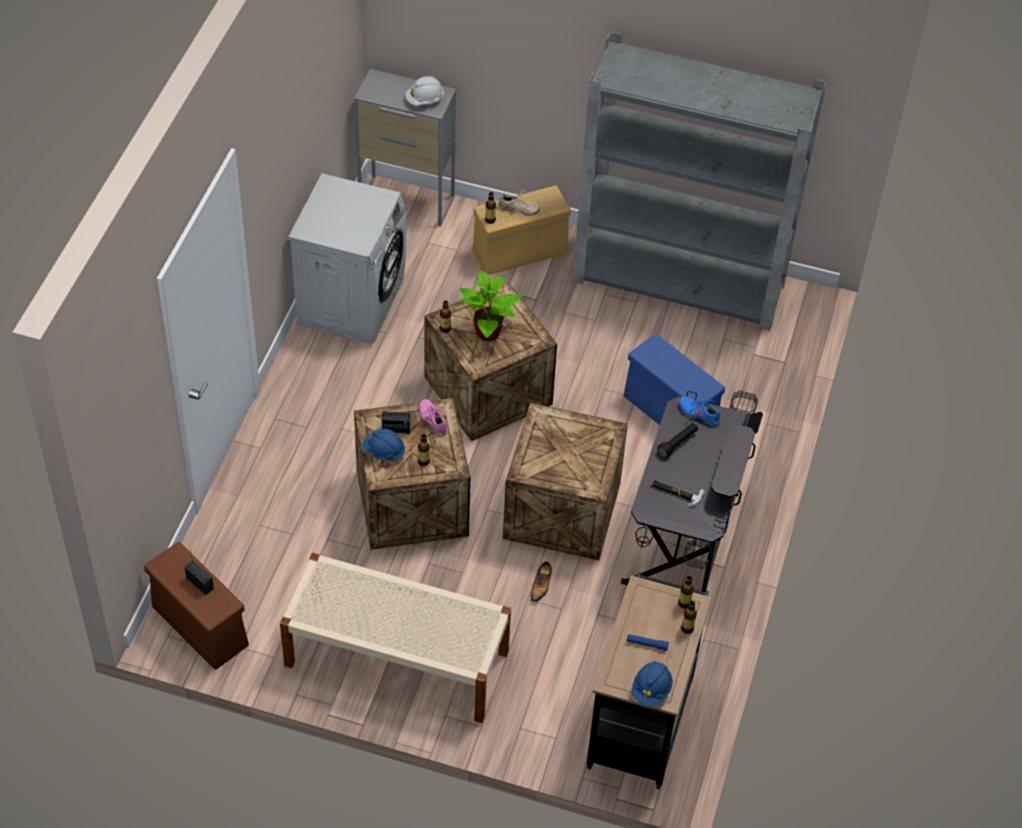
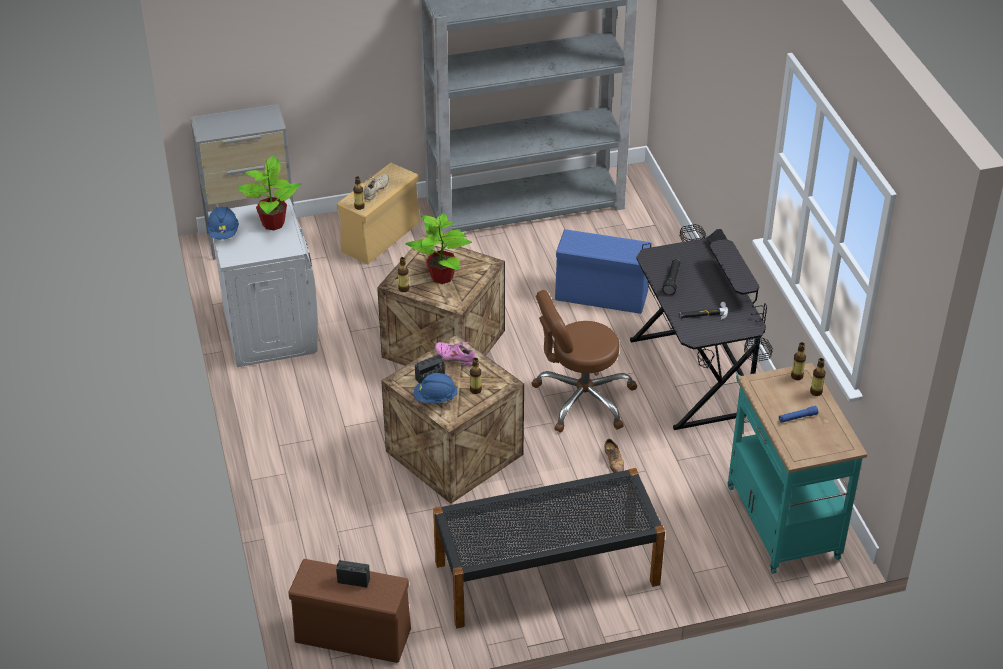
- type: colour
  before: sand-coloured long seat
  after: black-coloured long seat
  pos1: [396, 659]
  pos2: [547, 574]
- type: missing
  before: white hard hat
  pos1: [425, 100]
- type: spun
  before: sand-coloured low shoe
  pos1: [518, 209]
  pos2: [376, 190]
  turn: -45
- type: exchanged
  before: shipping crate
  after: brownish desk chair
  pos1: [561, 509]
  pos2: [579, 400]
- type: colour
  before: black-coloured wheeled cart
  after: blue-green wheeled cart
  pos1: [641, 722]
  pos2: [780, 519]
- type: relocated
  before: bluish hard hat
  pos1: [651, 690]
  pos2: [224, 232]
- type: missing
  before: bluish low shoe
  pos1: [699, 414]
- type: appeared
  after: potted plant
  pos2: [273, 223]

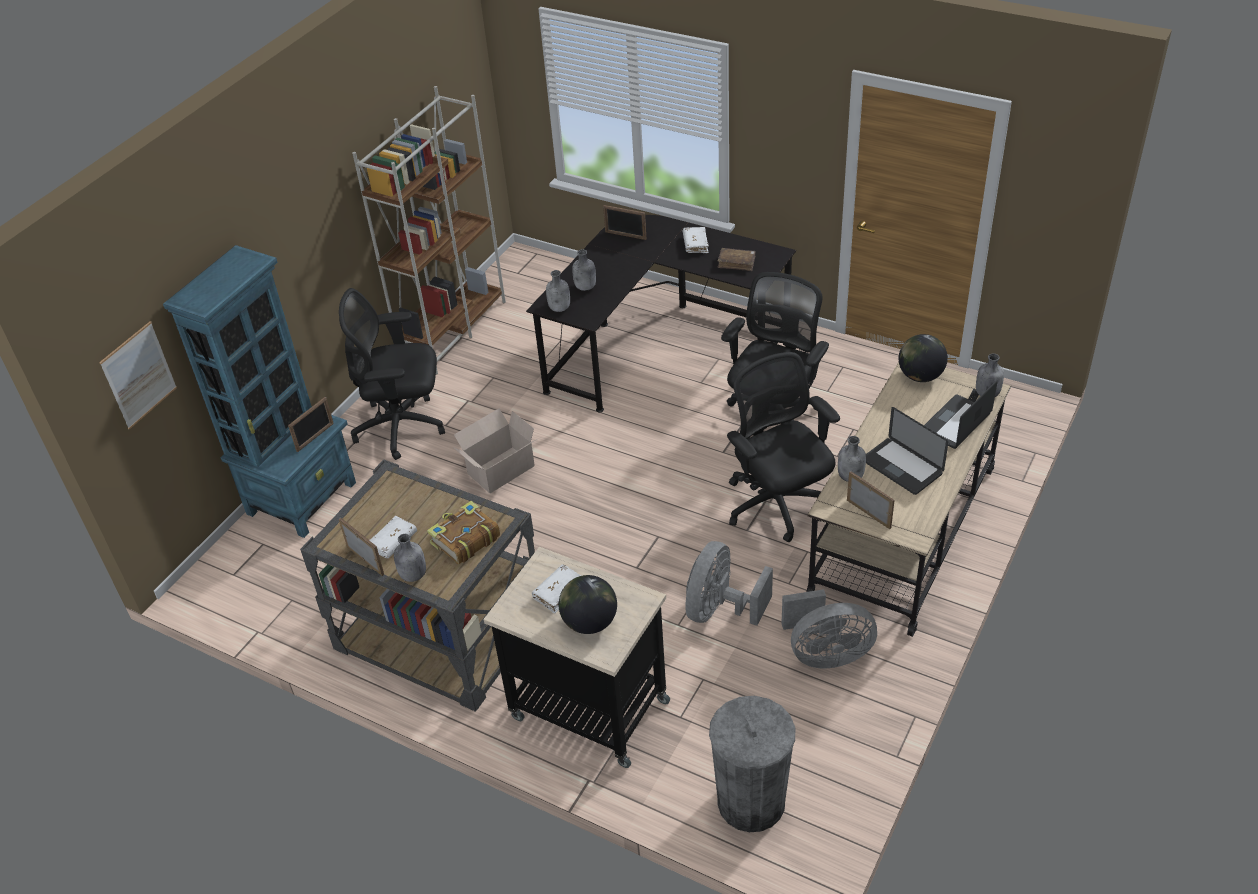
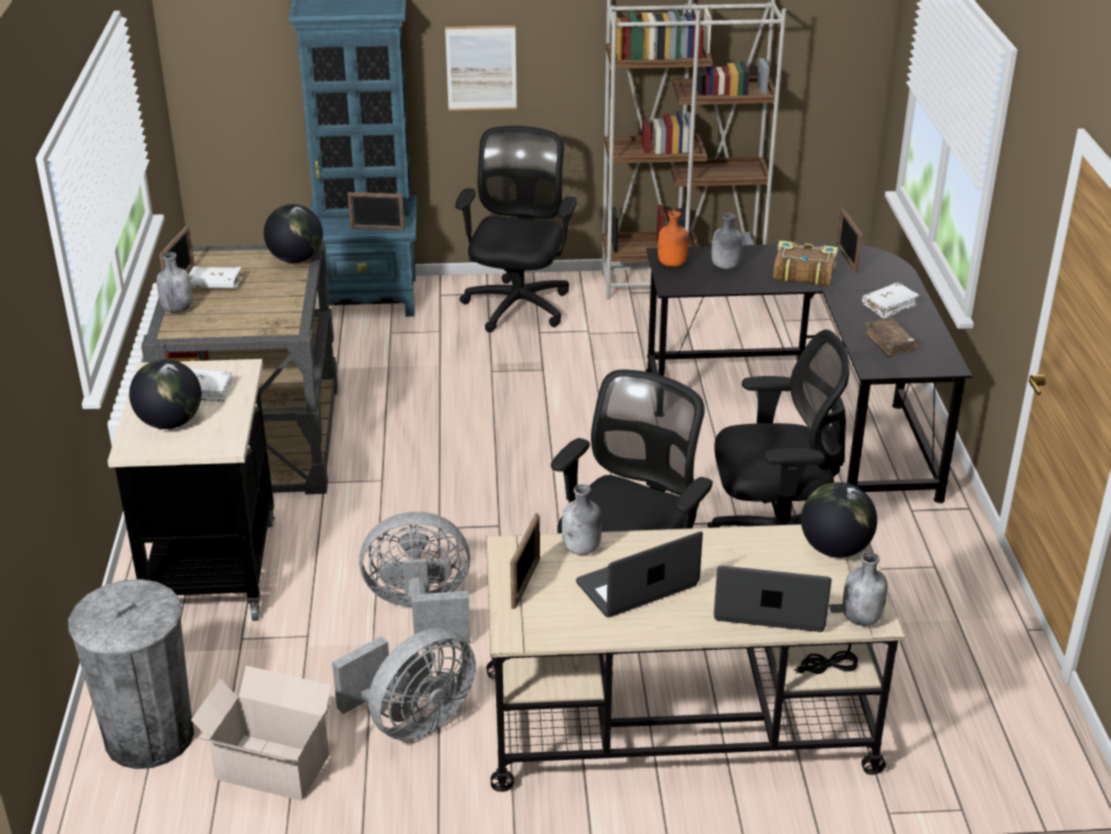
- type: relocated
  before: wall art
  pos1: [139, 375]
  pos2: [481, 68]
- type: spun
  before: black-coloured desk chair
  pos1: [405, 424]
  pos2: [518, 310]
  turn: 45
- type: relocated
  before: bound book
  pos1: [464, 540]
  pos2: [803, 273]
- type: relocated
  before: carton
  pos1: [499, 470]
  pos2: [270, 766]
- type: colour
  before: gray drink bottle
  after: orangey drink bottle
  pos1: [560, 308]
  pos2: [672, 264]
- type: spun
  before: gray cooling fan
  pos1: [825, 654]
  pos2: [412, 721]
  turn: -90
- type: spun
  before: notebook computer
  pos1: [901, 467]
  pos2: [637, 585]
  turn: 45
- type: appeared
  after: world globe
  pos2: [296, 259]

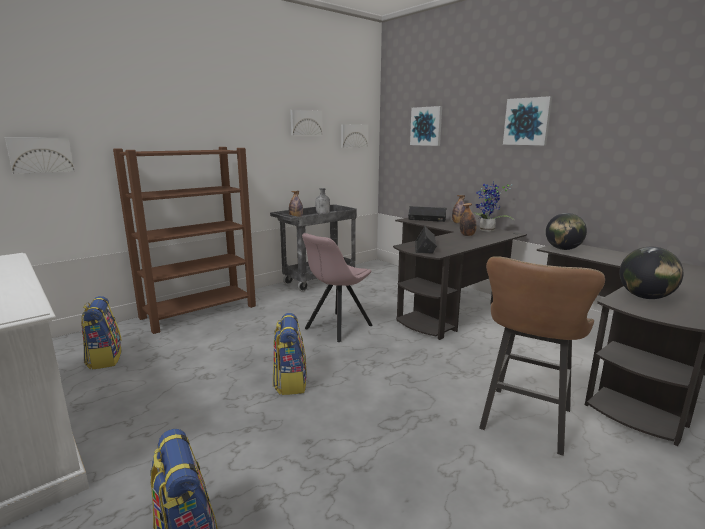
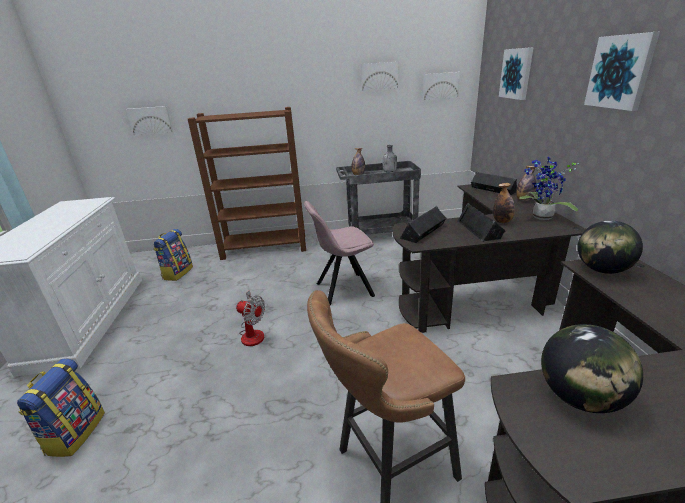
- type: exchanged
  before: rucksack
  after: cooling fan
  pos1: [290, 382]
  pos2: [253, 332]
- type: appeared
  after: black-coloured audio speaker
  pos2: [480, 229]

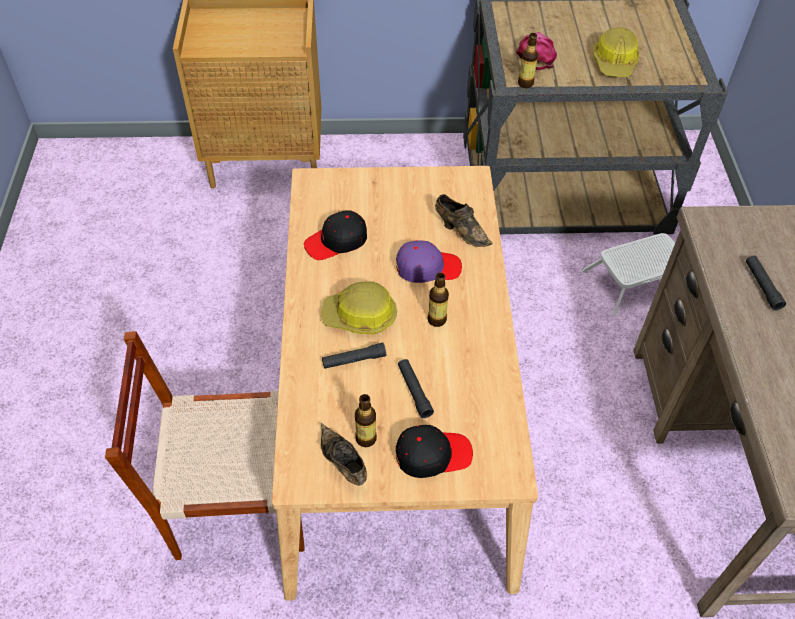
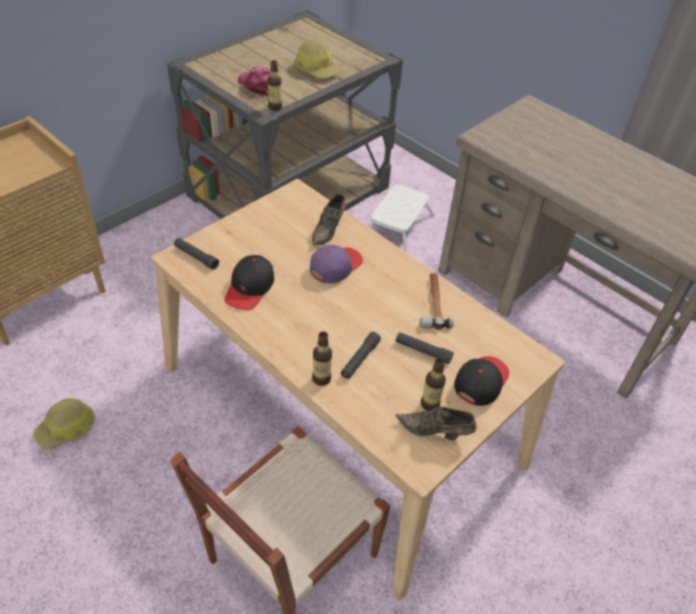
- type: relocated
  before: hard hat
  pos1: [360, 316]
  pos2: [67, 428]
- type: relocated
  before: drink bottle
  pos1: [437, 320]
  pos2: [321, 378]
- type: spun
  before: brownish low shoe
  pos1: [461, 231]
  pos2: [329, 230]
  turn: 120
- type: relocated
  before: black-coloured hand torch
  pos1: [762, 286]
  pos2: [196, 257]
- type: appeared
  after: hand hammer
  pos2: [433, 303]

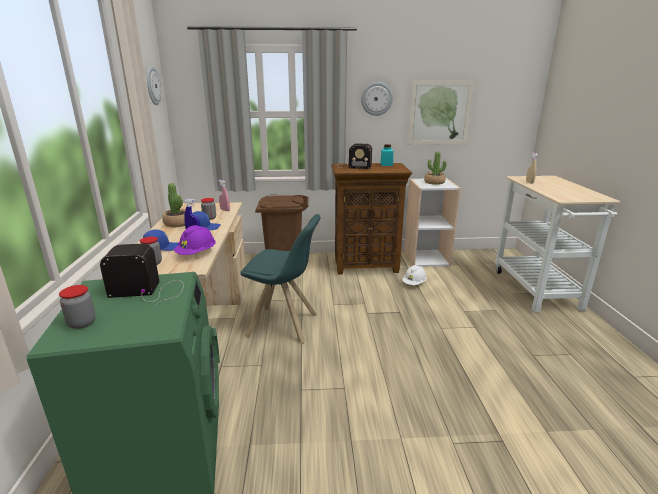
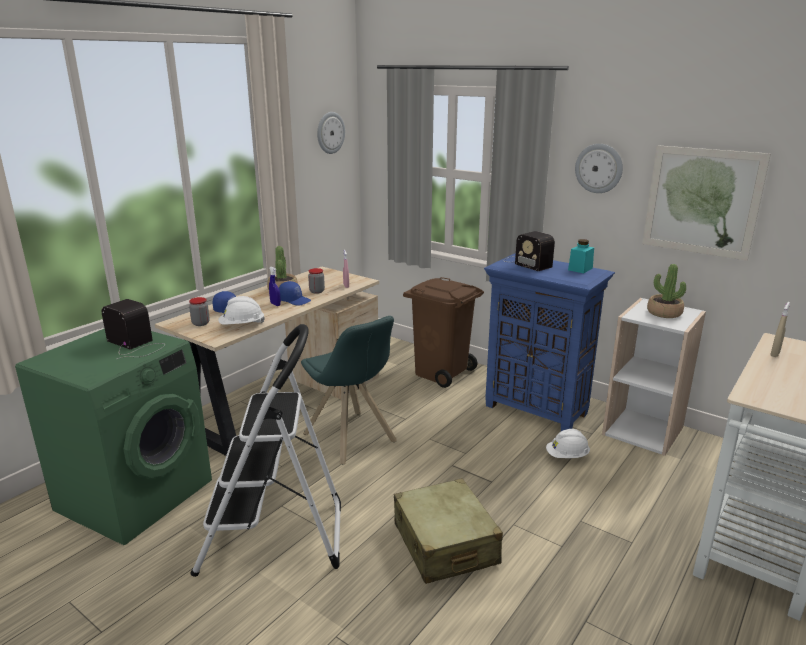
- type: missing
  before: jar
  pos1: [82, 323]
- type: colour
  before: purple-coloured hard hat
  after: white hard hat
  pos1: [197, 254]
  pos2: [242, 326]
- type: colour
  before: brownish cabinet
  after: bluish cabinet
  pos1: [366, 266]
  pos2: [537, 410]
- type: appeared
  after: step stool
  pos2: [276, 538]
- type: appeared
  after: sand-coloured suitcase
  pos2: [445, 544]

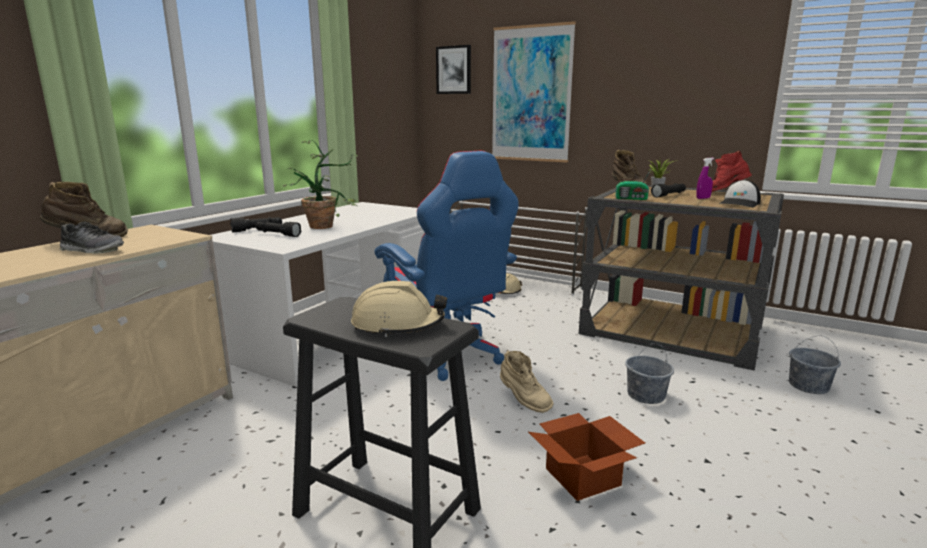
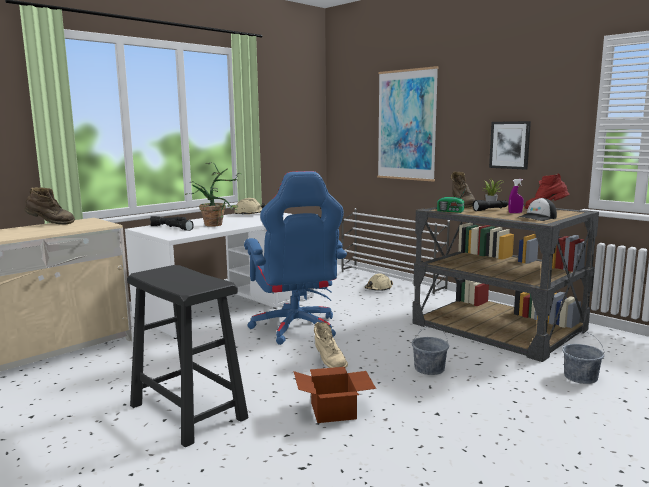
- type: missing
  before: low shoe
  pos1: [92, 250]
- type: relocated
  before: sand-coloured hard hat
  pos1: [397, 325]
  pos2: [250, 214]
- type: relocated
  before: wall art
  pos1: [454, 70]
  pos2: [510, 145]

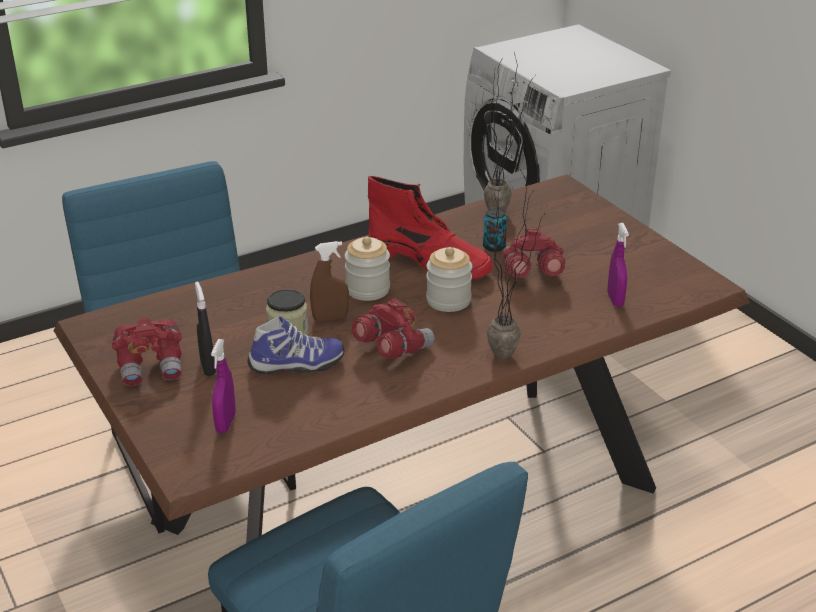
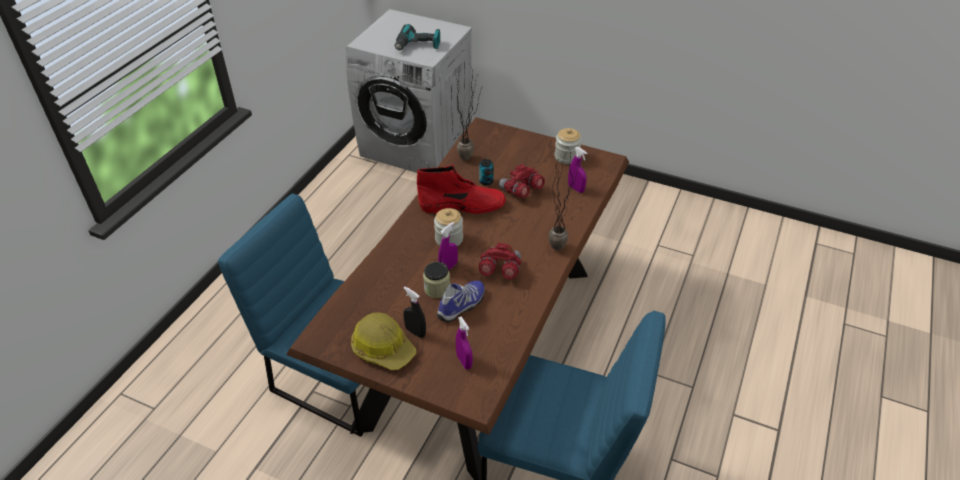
- type: exchanged
  before: reddish binoculars
  after: hard hat
  pos1: [151, 366]
  pos2: [383, 348]
- type: colour
  before: brownish sprayer
  after: purple-coloured sprayer
  pos1: [330, 318]
  pos2: [448, 267]
- type: relocated
  before: jar
  pos1: [448, 300]
  pos2: [566, 157]
- type: appeared
  after: drill
  pos2: [418, 46]

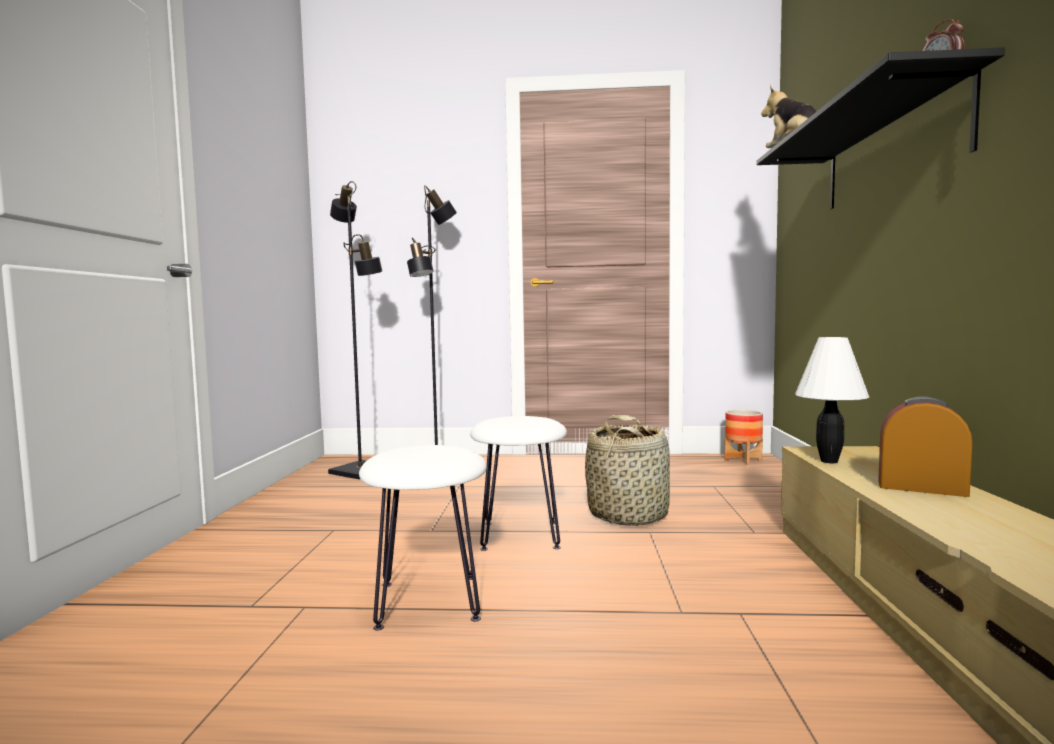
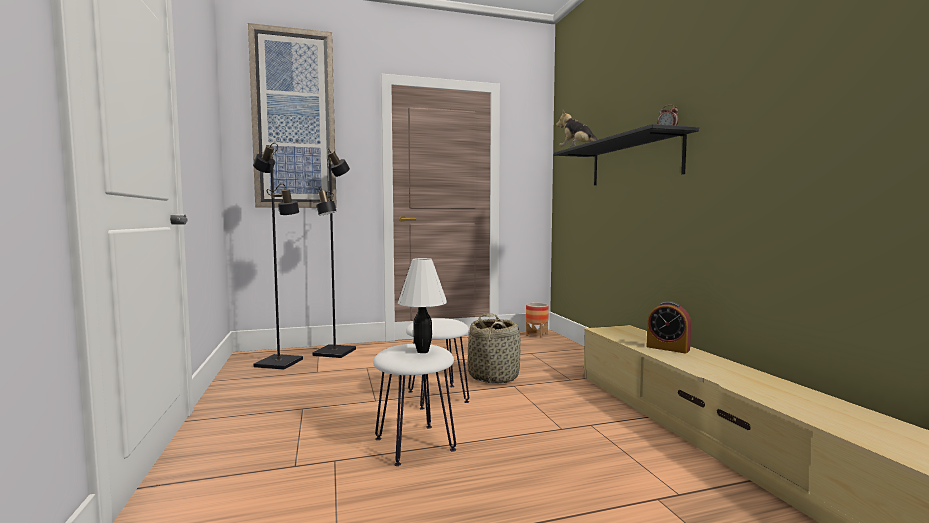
- type: relocated
  before: white table lamp
  pos1: [828, 461]
  pos2: [422, 351]
- type: spun
  before: bedside clock
  pos1: [921, 488]
  pos2: [667, 348]
  turn: -150
- type: appeared
  after: wall art
  pos2: [294, 120]

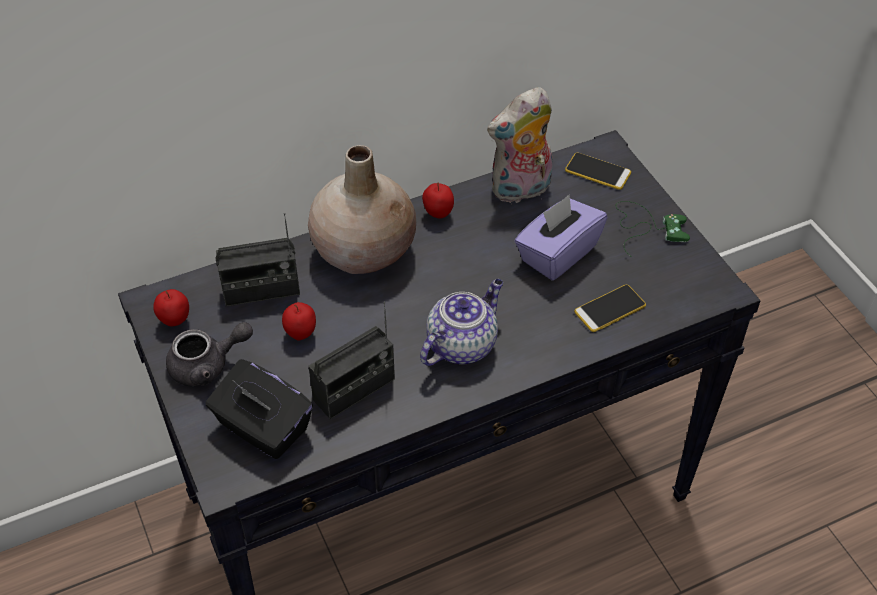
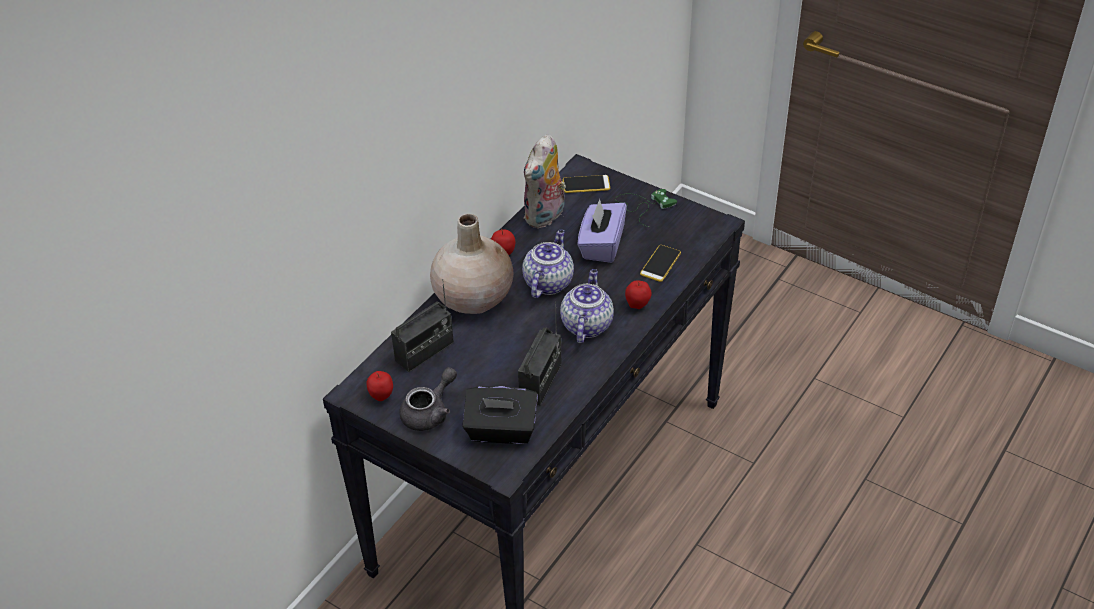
- type: relocated
  before: apple
  pos1: [301, 335]
  pos2: [637, 305]
- type: appeared
  after: teapot
  pos2: [548, 282]

